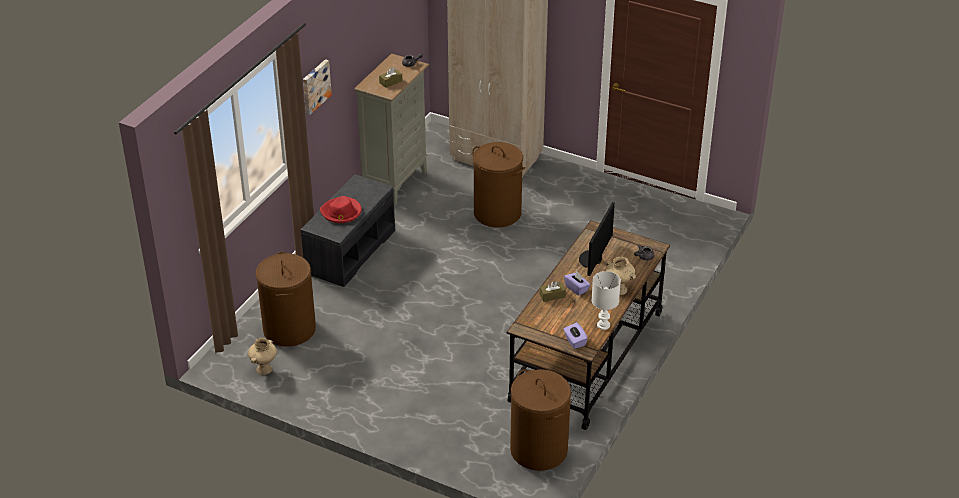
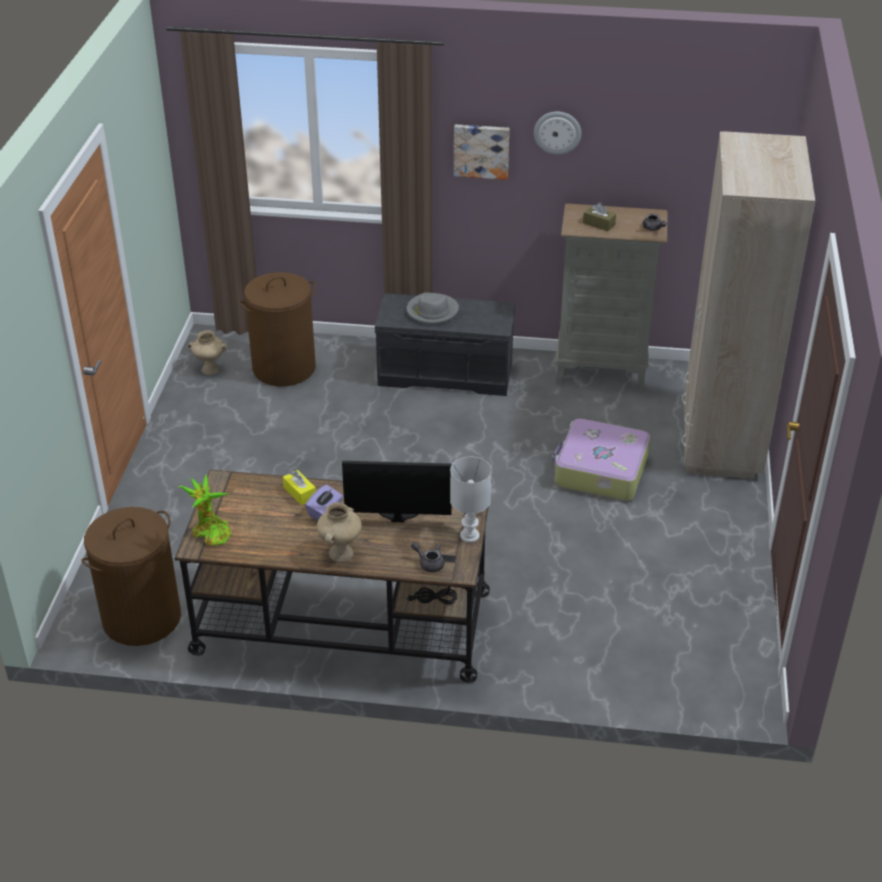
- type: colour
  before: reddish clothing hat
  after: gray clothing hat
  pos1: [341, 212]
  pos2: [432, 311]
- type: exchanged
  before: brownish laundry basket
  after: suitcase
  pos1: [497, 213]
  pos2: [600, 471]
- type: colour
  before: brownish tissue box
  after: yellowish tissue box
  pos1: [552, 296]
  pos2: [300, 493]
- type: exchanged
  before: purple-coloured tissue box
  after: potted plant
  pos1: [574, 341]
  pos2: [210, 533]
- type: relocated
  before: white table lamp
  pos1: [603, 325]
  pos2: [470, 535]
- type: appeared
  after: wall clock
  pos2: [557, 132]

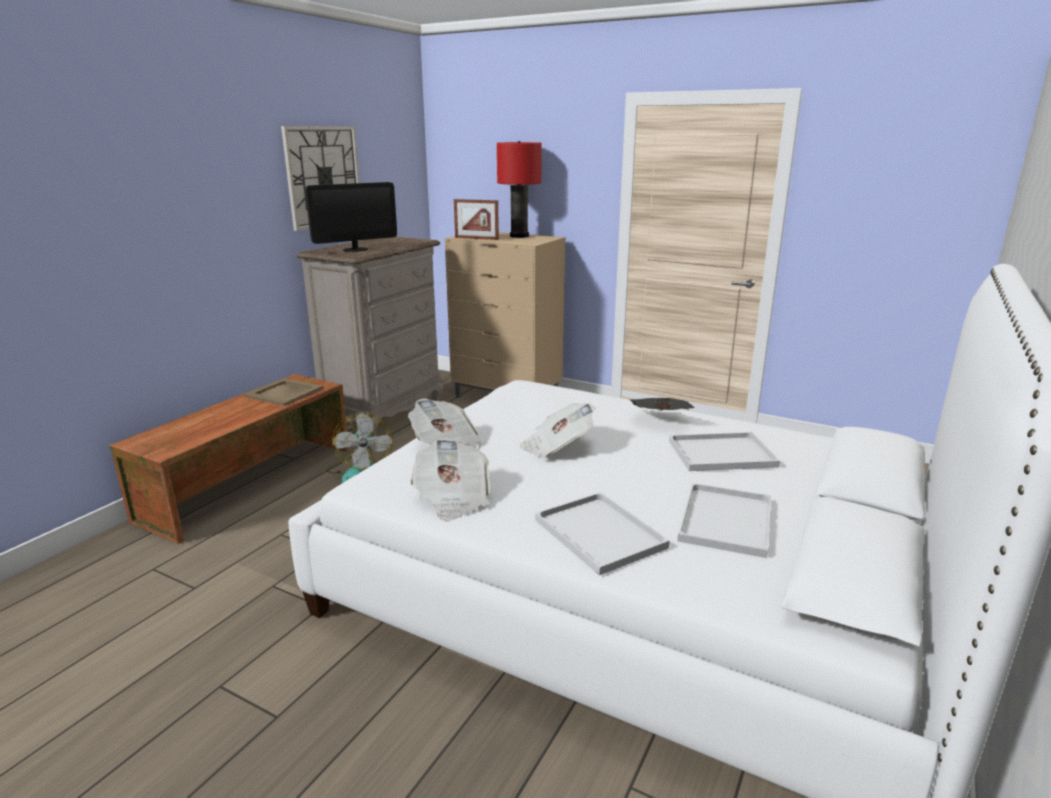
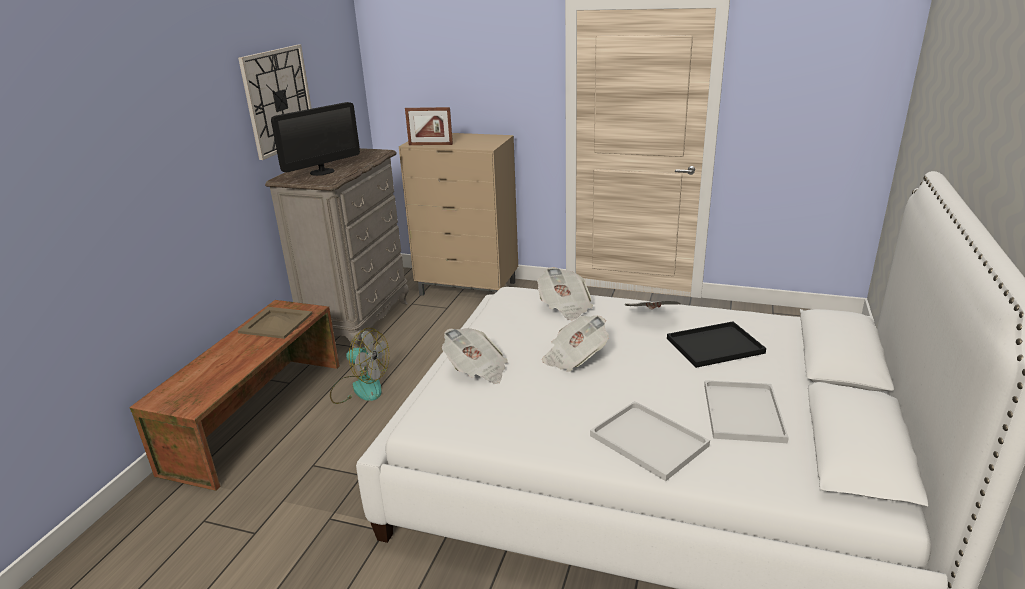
- type: spun
  before: cooling fan
  pos1: [359, 471]
  pos2: [360, 388]
  turn: -45
- type: relocated
  before: daily paper
  pos1: [452, 499]
  pos2: [565, 307]
- type: missing
  before: reddish table lamp
  pos1: [519, 236]
- type: colour
  before: white serving tray
  after: black-coloured serving tray
  pos1: [720, 454]
  pos2: [714, 346]

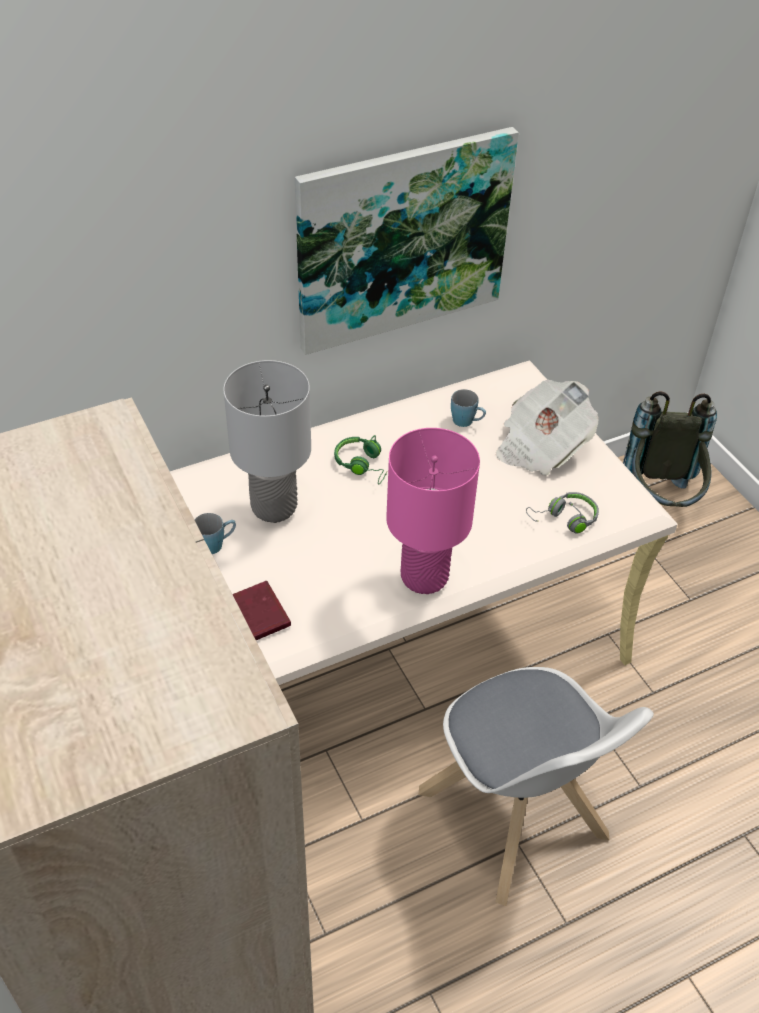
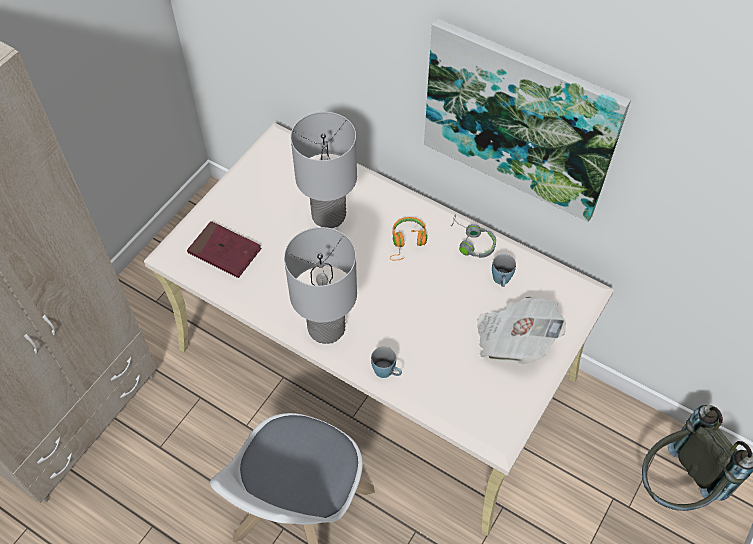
- type: relocated
  before: bluish tea mug
  pos1: [216, 544]
  pos2: [387, 372]
- type: colour
  before: green-coloured headset
  after: orangey headset
  pos1: [362, 465]
  pos2: [407, 242]
- type: colour
  before: pinkish table lamp
  after: gray table lamp
  pos1: [424, 581]
  pos2: [326, 331]
- type: relocated
  before: gray headset
  pos1: [564, 519]
  pos2: [471, 242]

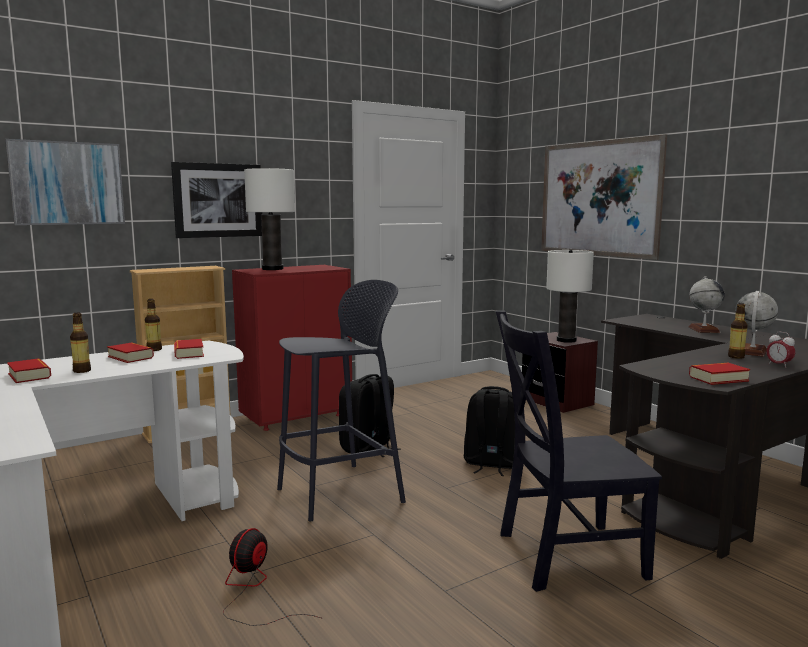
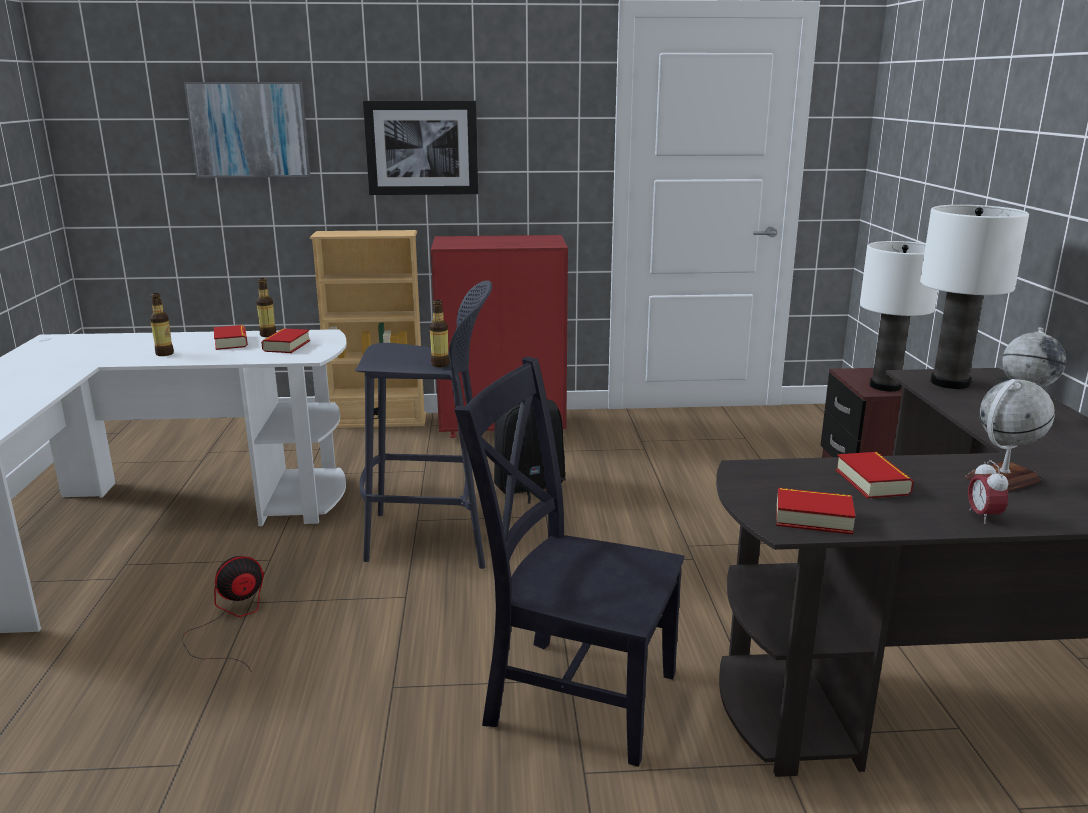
- type: relocated
  before: bound book
  pos1: [29, 376]
  pos2: [872, 482]
- type: relocated
  before: white table lamp
  pos1: [273, 269]
  pos2: [950, 383]
- type: missing
  before: black-coloured rucksack
  pos1: [492, 464]
- type: missing
  before: wall art
  pos1: [598, 198]
- type: relocated
  before: drink bottle
  pos1: [736, 357]
  pos2: [440, 364]

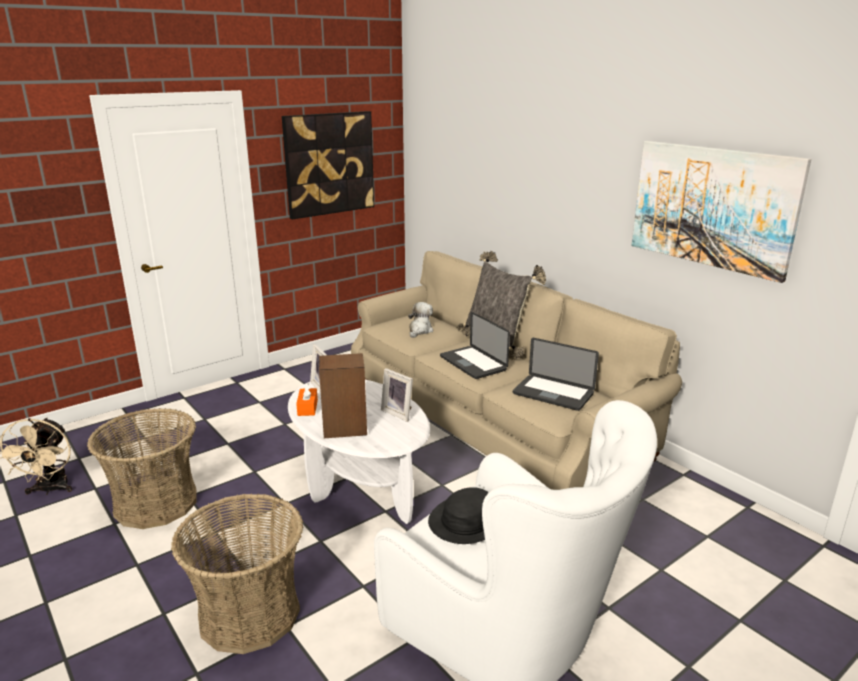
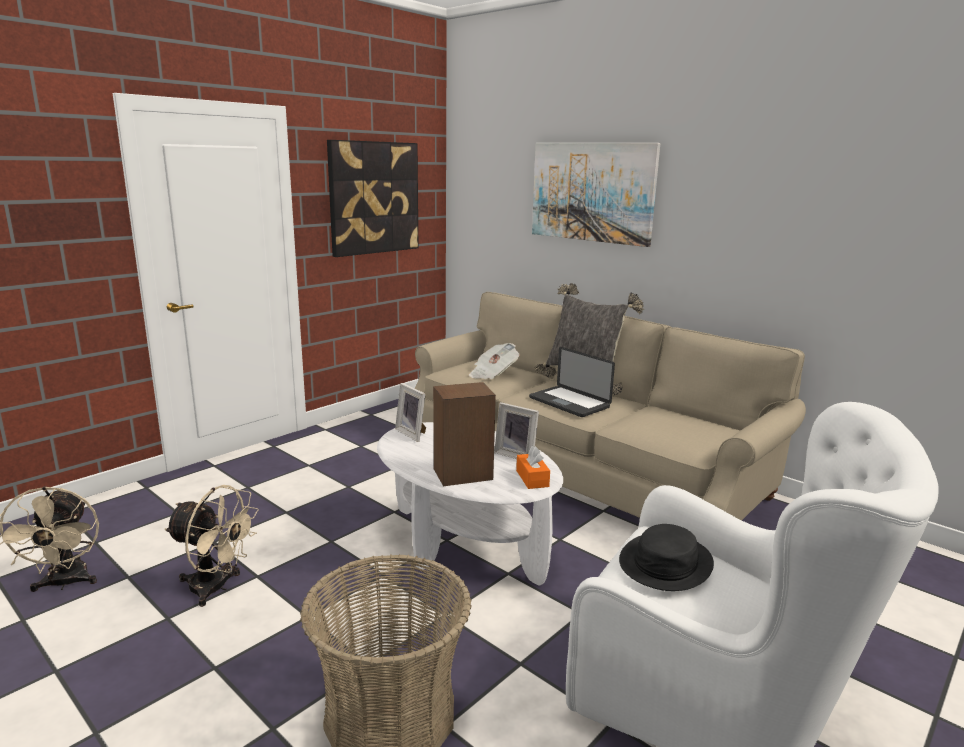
- type: exchanged
  before: household basket
  after: sand-coloured cooling fan
  pos1: [156, 503]
  pos2: [216, 588]
- type: relocated
  before: orangey tissue box
  pos1: [307, 408]
  pos2: [532, 478]
- type: exchanged
  before: plush toy
  after: daily paper
  pos1: [420, 330]
  pos2: [492, 374]
- type: missing
  before: notebook computer
  pos1: [553, 394]
- type: relocated
  before: wall art
  pos1: [712, 207]
  pos2: [592, 192]

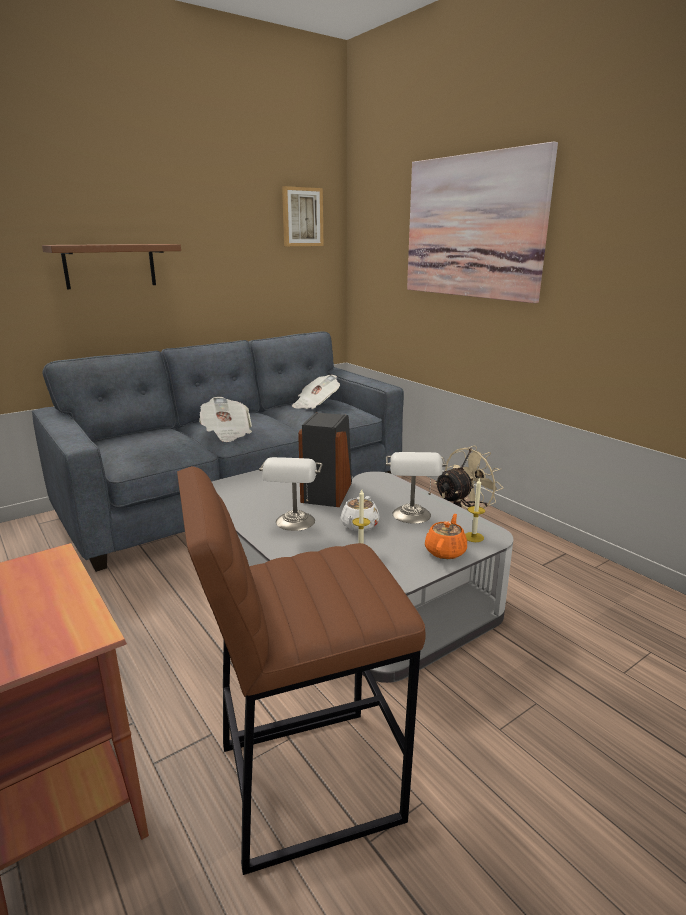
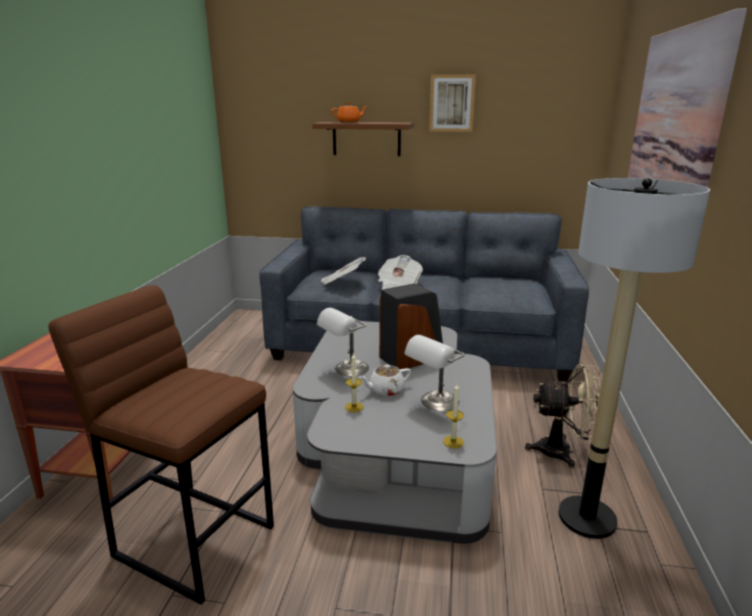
- type: relocated
  before: wall art
  pos1: [302, 217]
  pos2: [452, 103]
- type: relocated
  before: daily paper
  pos1: [315, 404]
  pos2: [342, 283]
- type: relocated
  before: orangey teapot
  pos1: [445, 551]
  pos2: [349, 122]
- type: appeared
  after: standard lamp
  pos2: [587, 518]

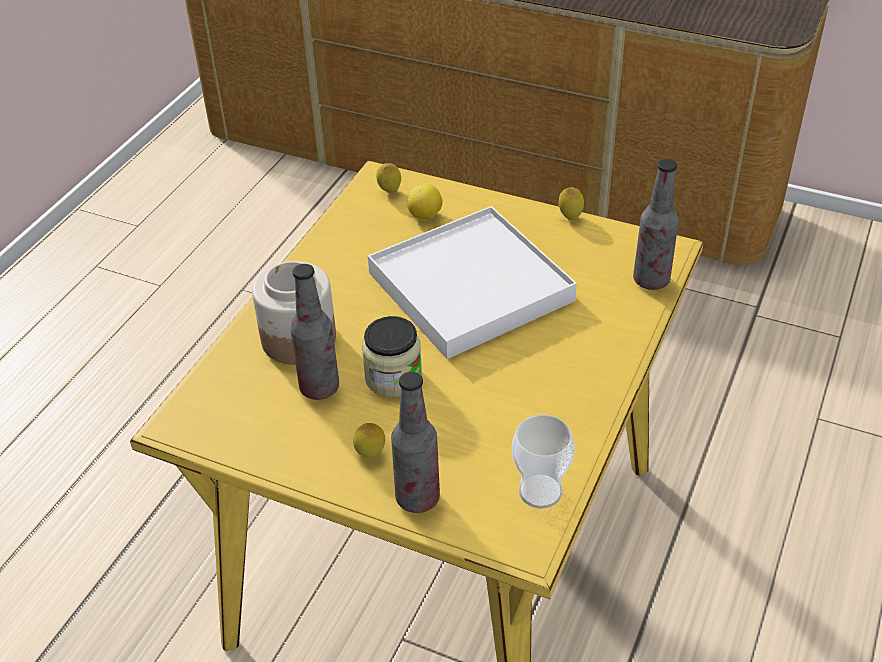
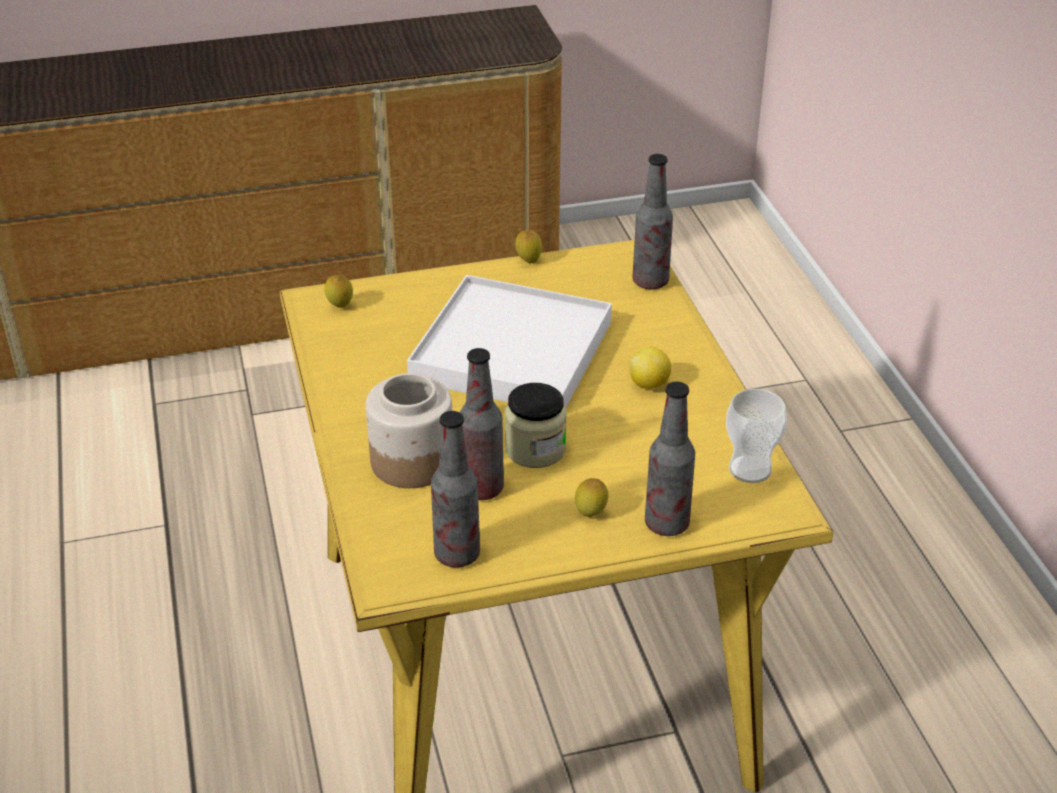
- type: relocated
  before: whole lemon
  pos1: [425, 216]
  pos2: [649, 384]
- type: appeared
  after: drink bottle
  pos2: [457, 554]

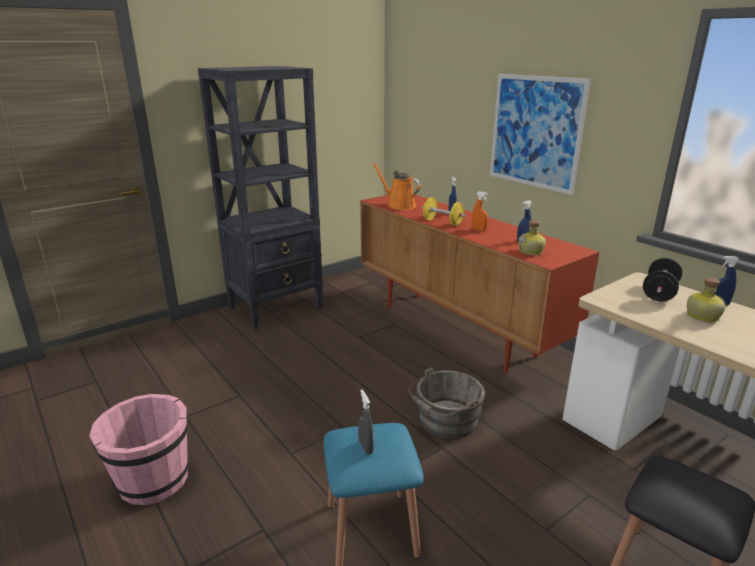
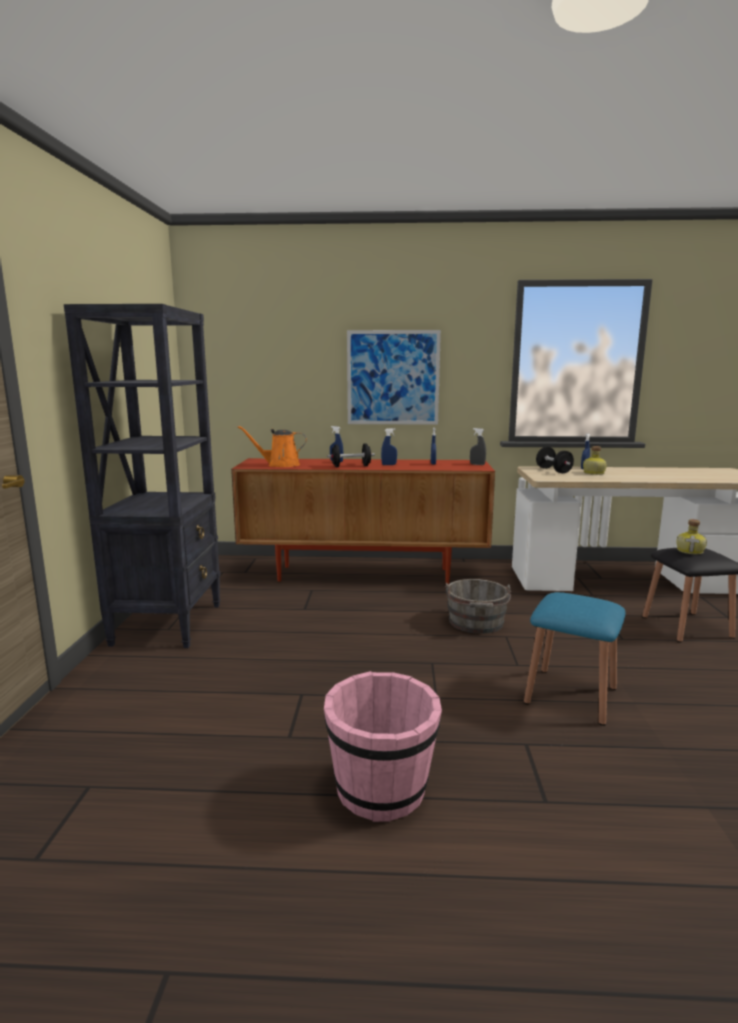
- type: relocated
  before: gray sprayer
  pos1: [365, 447]
  pos2: [477, 464]
- type: colour
  before: yellowish hand weight
  after: black-coloured hand weight
  pos1: [442, 222]
  pos2: [351, 466]
- type: colour
  before: orangey sprayer
  after: bluish sprayer
  pos1: [478, 230]
  pos2: [389, 465]
- type: relocated
  before: drink bottle
  pos1: [531, 252]
  pos2: [690, 551]

